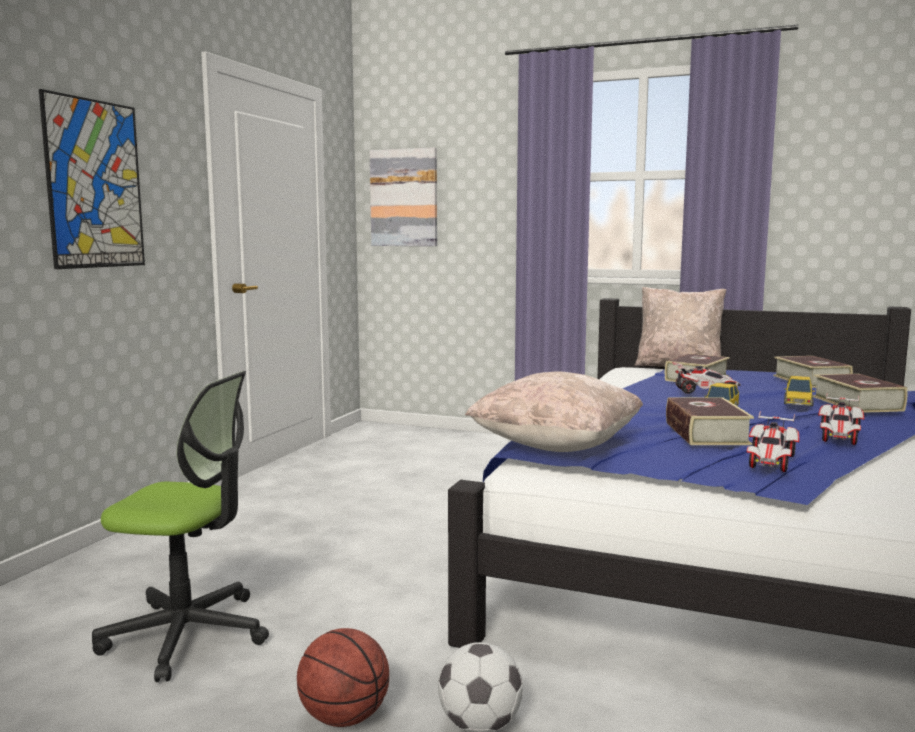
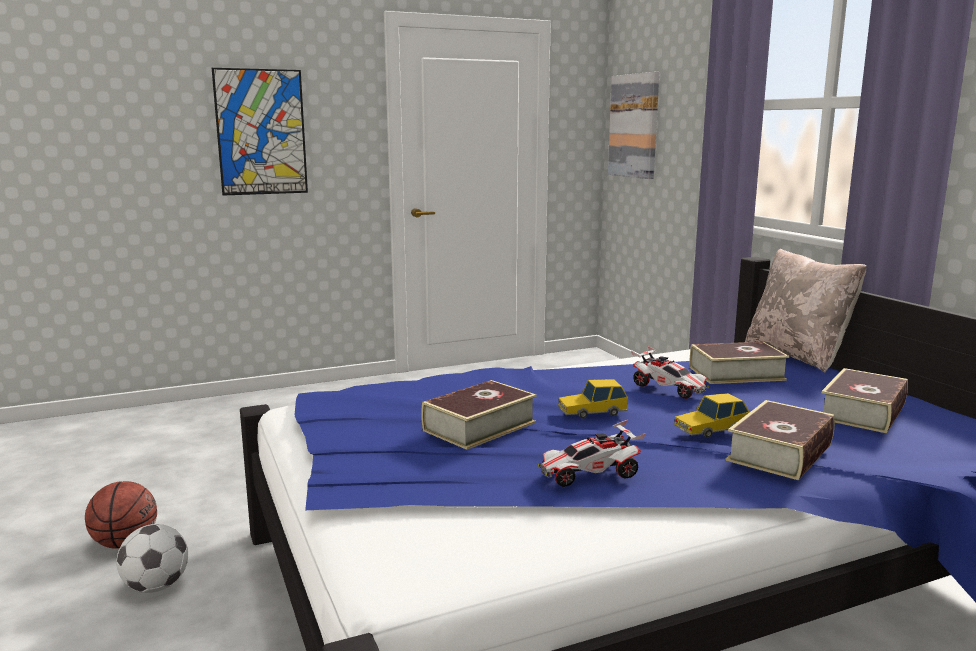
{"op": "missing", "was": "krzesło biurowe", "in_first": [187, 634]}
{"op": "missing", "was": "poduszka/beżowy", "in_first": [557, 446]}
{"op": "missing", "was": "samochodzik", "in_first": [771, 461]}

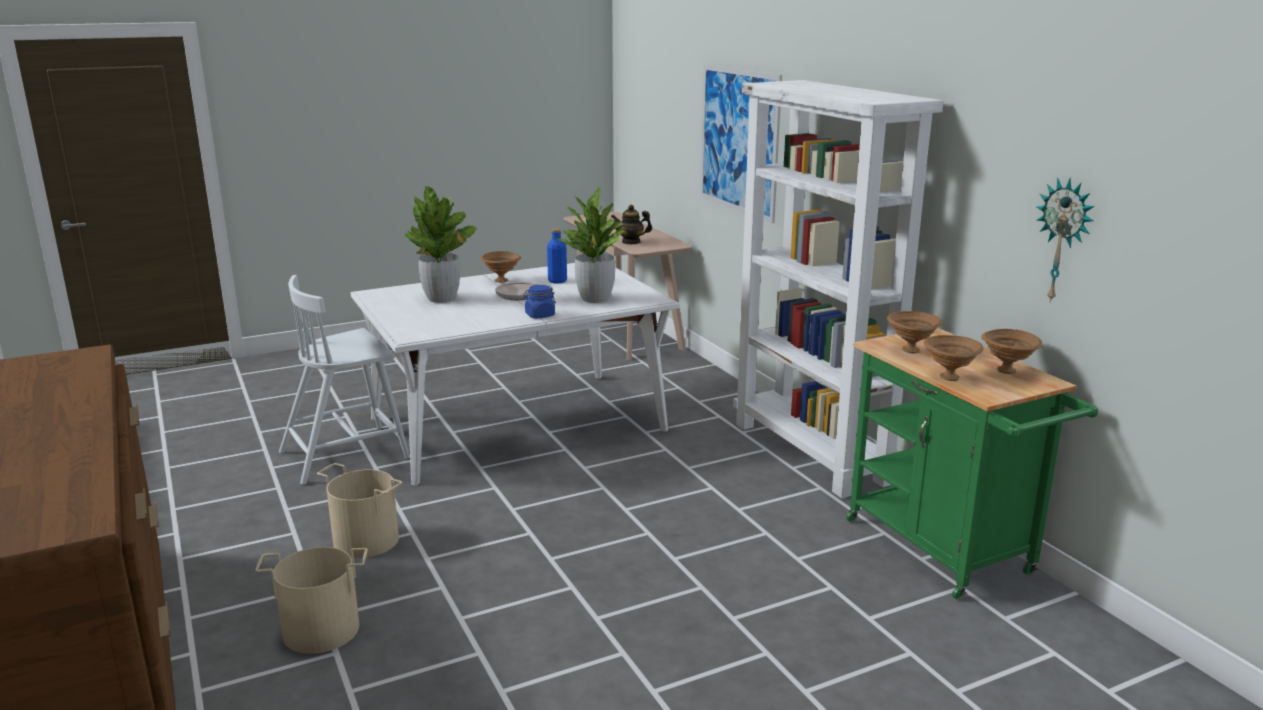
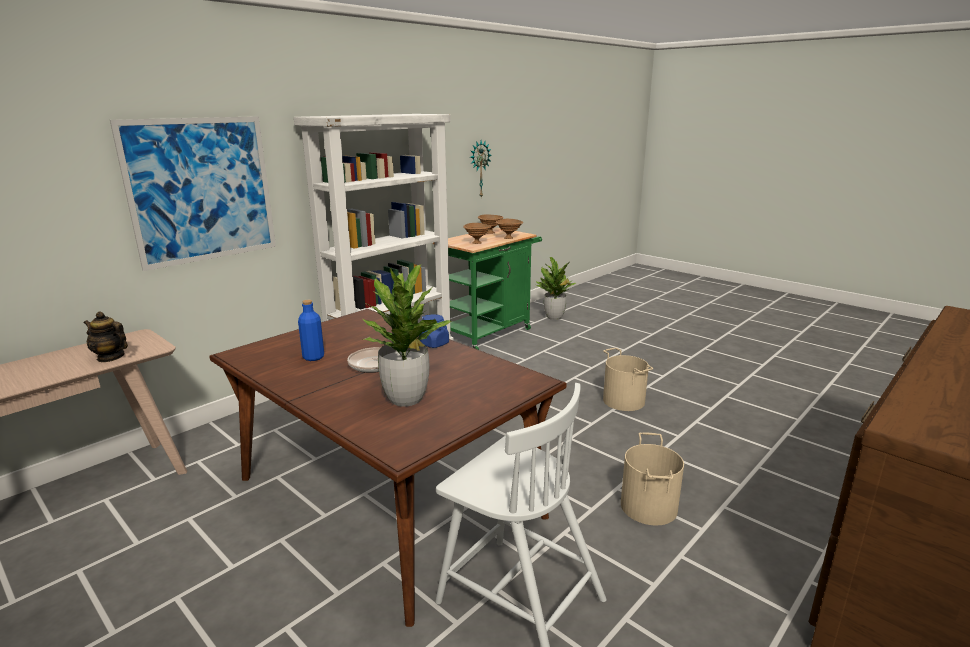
{"op": "missing", "was": "miska/brązowy", "in_first": [502, 280]}
{"op": "relocated", "was": "wiadro/beżowy", "in_first": [321, 631], "in_second": [624, 400]}
{"op": "relocated", "was": "roślina doniczkowa", "in_first": [595, 299], "in_second": [554, 317]}
{"op": "colour", "was": "stół jadalny/biały", "now": "stół jadalny/brązowy", "in_first": [516, 425], "in_second": [389, 497]}
{"op": "spun", "was": "imbryk", "in_first": [631, 242], "in_second": [110, 357], "clockwise": 135}

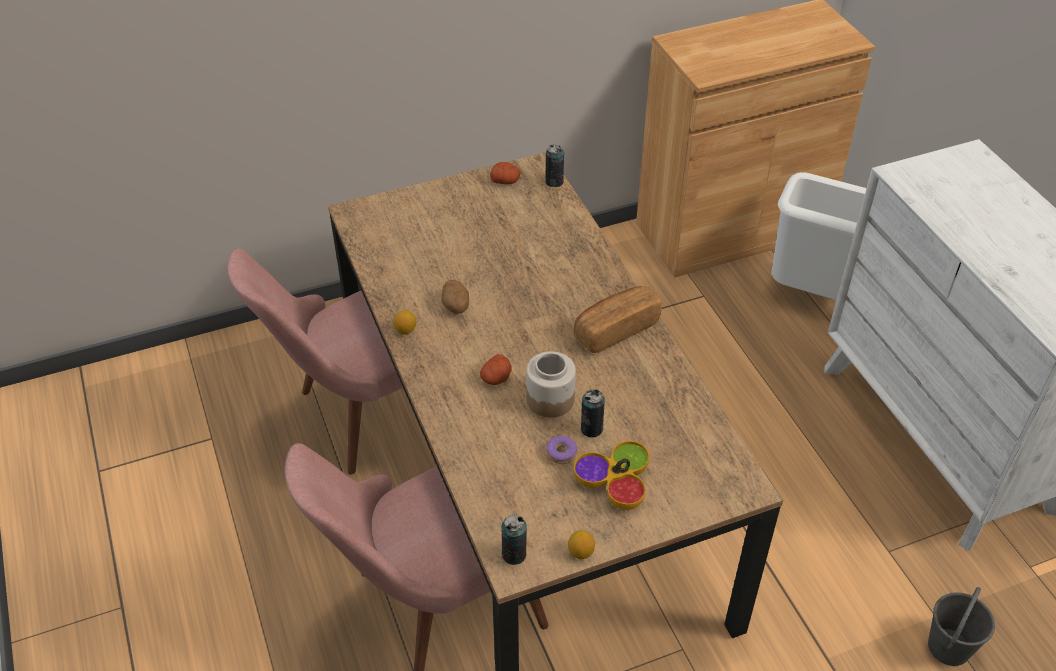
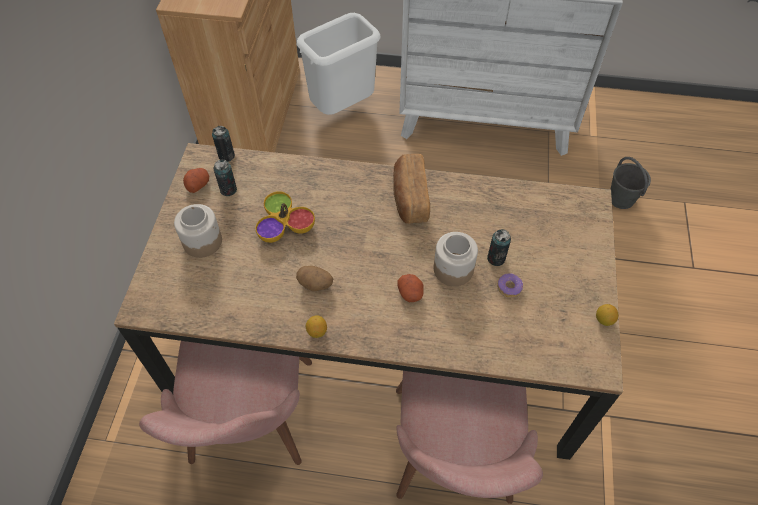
{"op": "appeared", "now": "słoik", "in_second": [202, 241]}
{"op": "relocated", "was": "puszka", "in_first": [514, 554], "in_second": [228, 190]}
{"op": "relocated", "was": "miska", "in_first": [615, 482], "in_second": [284, 224]}

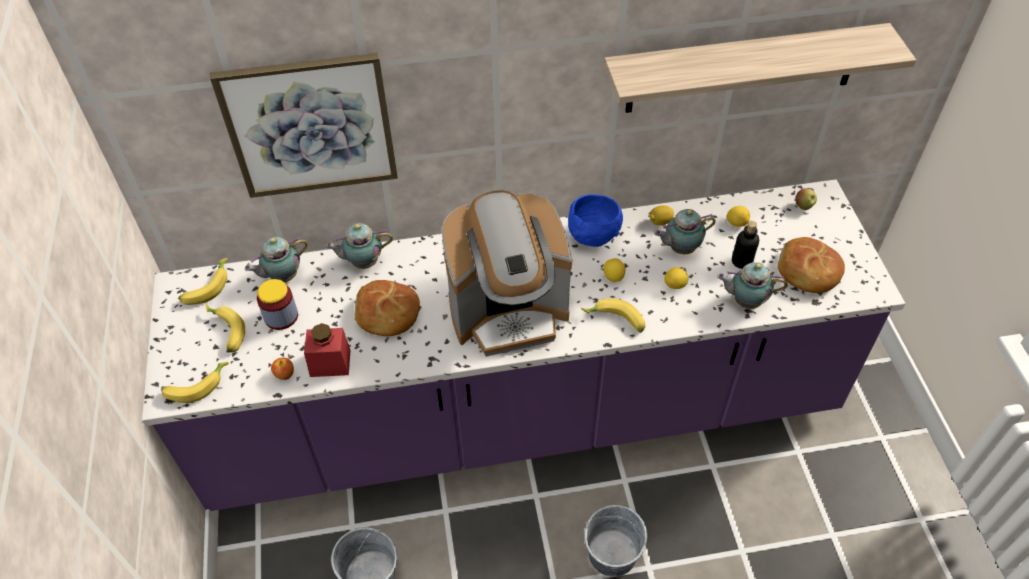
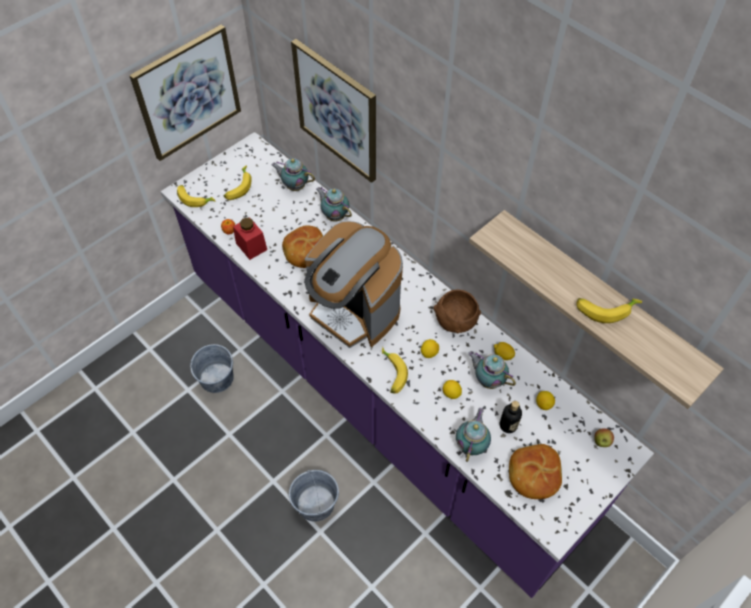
{"op": "missing", "was": "słoik", "in_first": [281, 316]}
{"op": "appeared", "now": "obraz", "in_second": [187, 93]}
{"op": "relocated", "was": "banan", "in_first": [206, 287], "in_second": [605, 309]}
{"op": "colour", "was": "miska/niebieski", "now": "miska/brązowy", "in_first": [593, 236], "in_second": [455, 322]}
{"op": "spun", "was": "imbryk", "in_first": [745, 301], "in_second": [471, 445], "clockwise": 45}

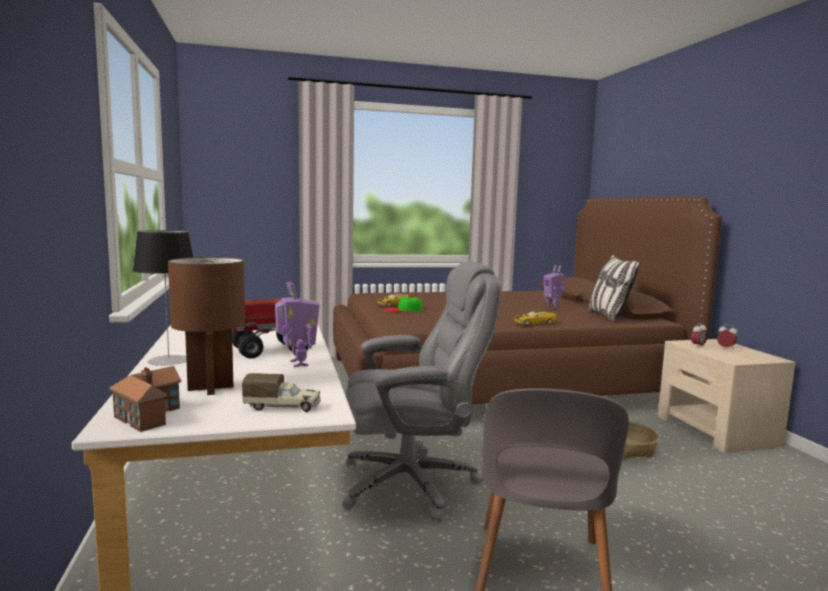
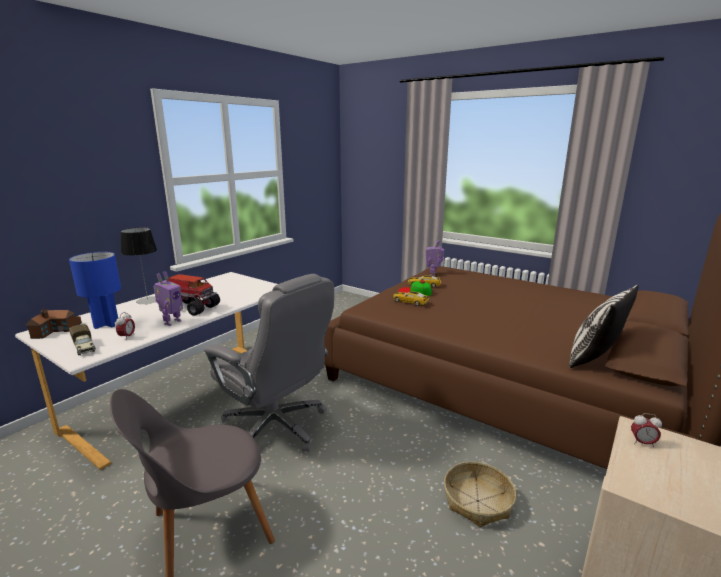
{"op": "relocated", "was": "samochodzik", "in_first": [534, 323], "in_second": [410, 302]}
{"op": "relocated", "was": "robot zabawkowy", "in_first": [552, 307], "in_second": [433, 274]}
{"op": "relocated", "was": "budzik", "in_first": [726, 348], "in_second": [127, 337]}
{"op": "colour", "was": "lampa stołowa/brązowy", "now": "lampa stołowa/niebieski", "in_first": [211, 387], "in_second": [107, 324]}

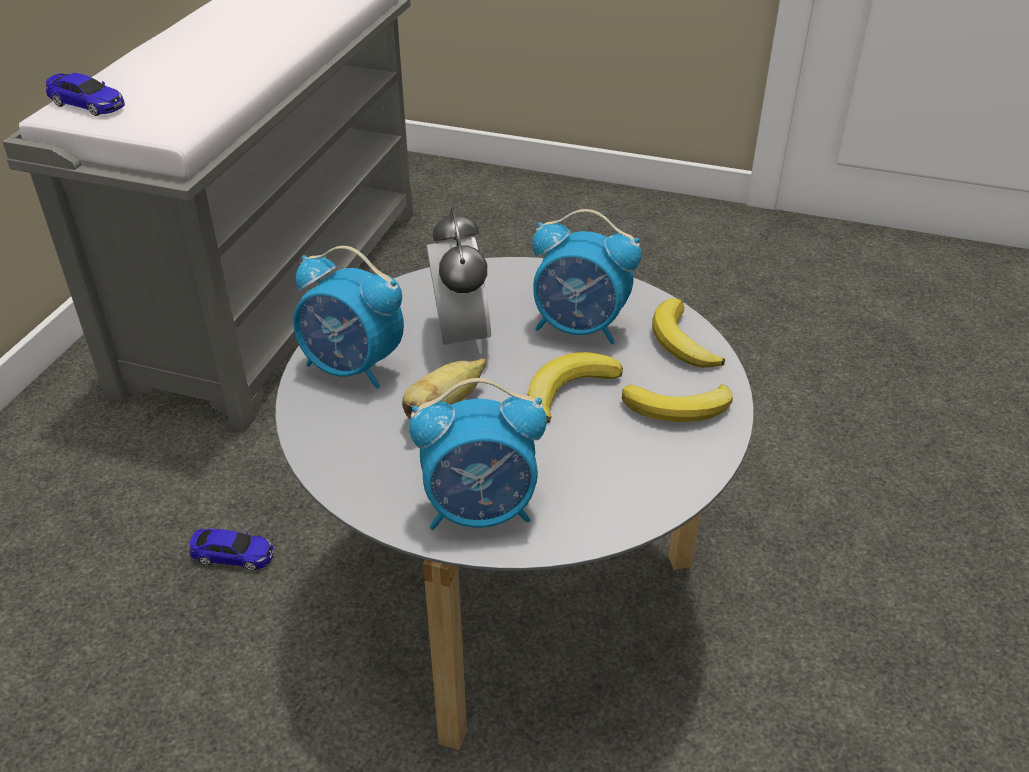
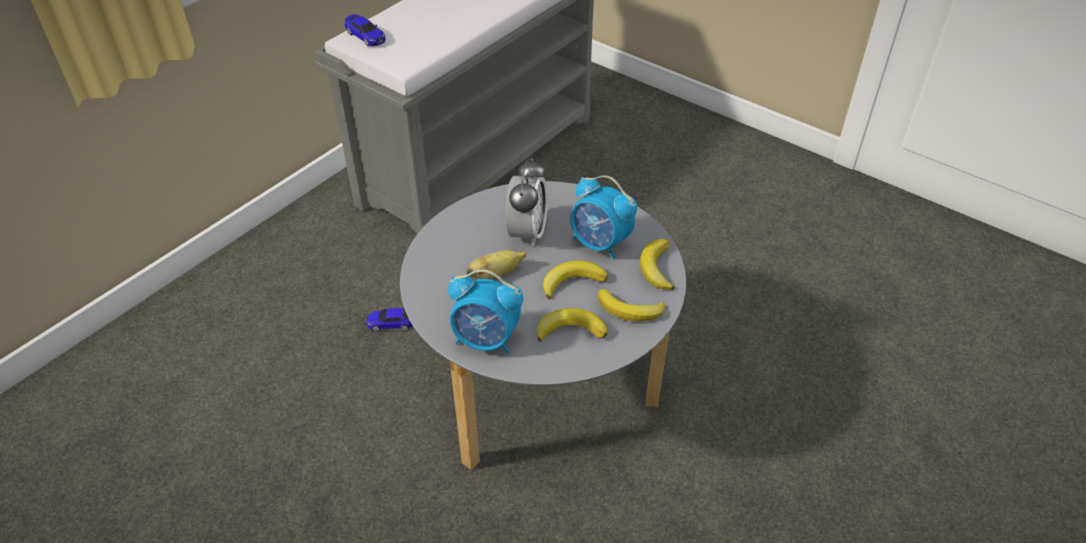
{"op": "missing", "was": "budzik", "in_first": [353, 368]}
{"op": "appeared", "now": "banan", "in_second": [570, 329]}
{"op": "spun", "was": "samochodzik", "in_first": [233, 555], "in_second": [392, 323], "clockwise": 150}

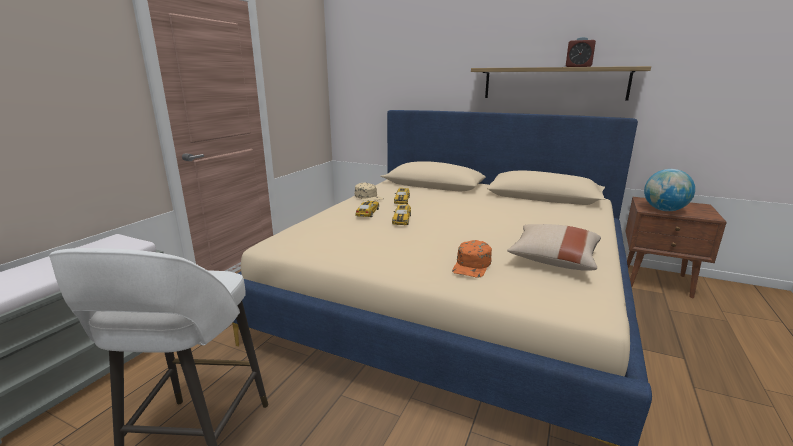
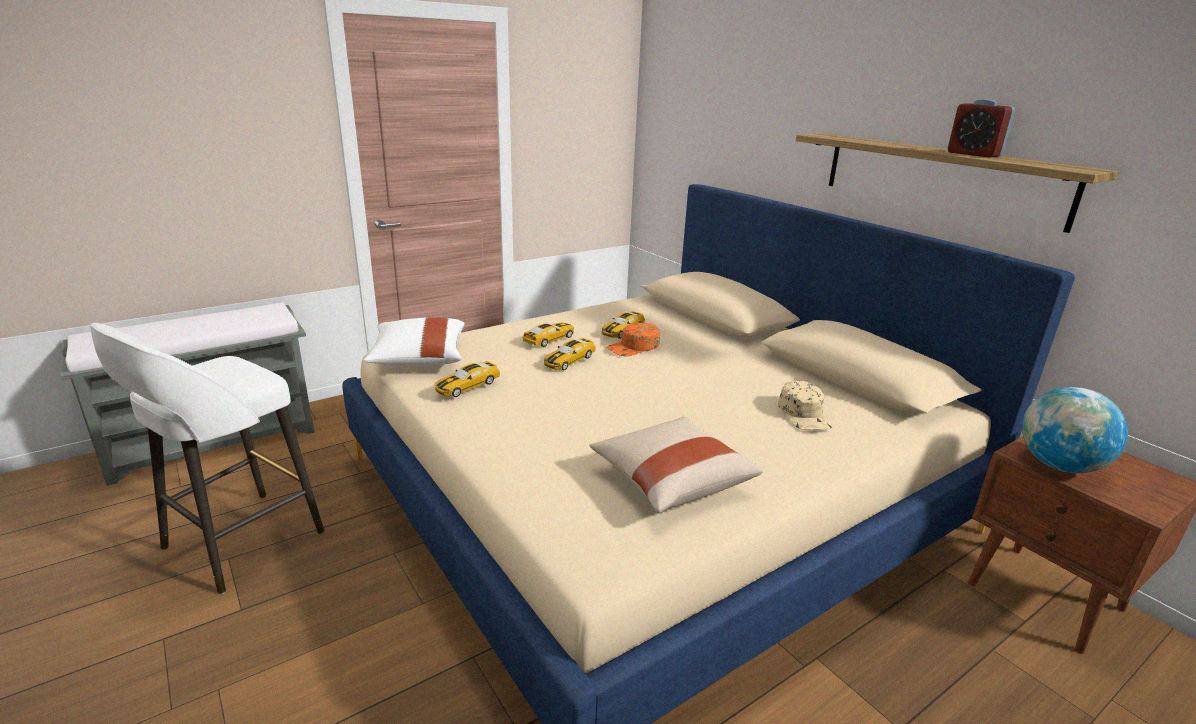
{"op": "appeared", "now": "poduszka/biały", "in_second": [419, 358]}
{"op": "appeared", "now": "samochodzik", "in_second": [467, 386]}
{"op": "relocated", "was": "czapka z daszkiem/beżowy", "in_first": [369, 197], "in_second": [804, 414]}
{"op": "relocated", "was": "czapka z daszkiem/pomarańczowy", "in_first": [472, 265], "in_second": [634, 347]}

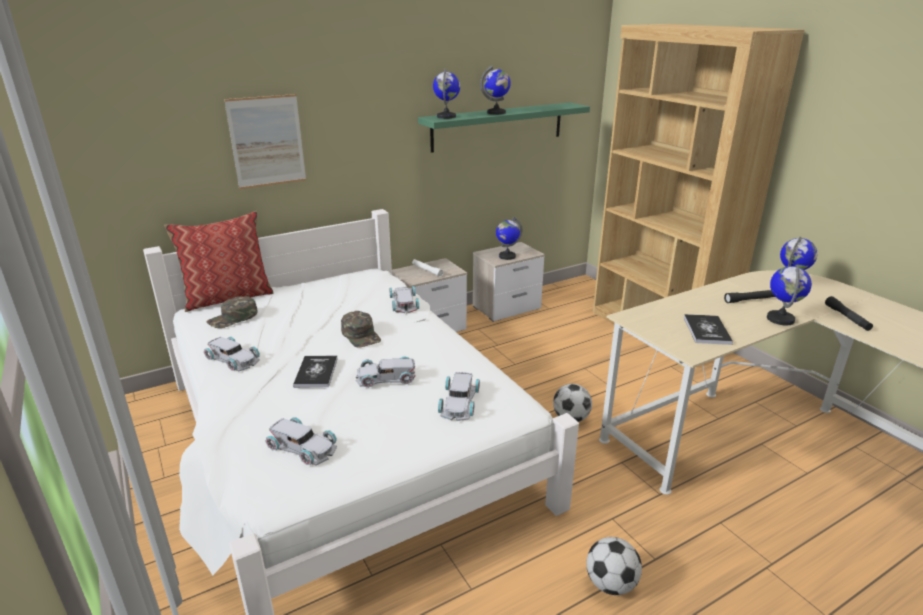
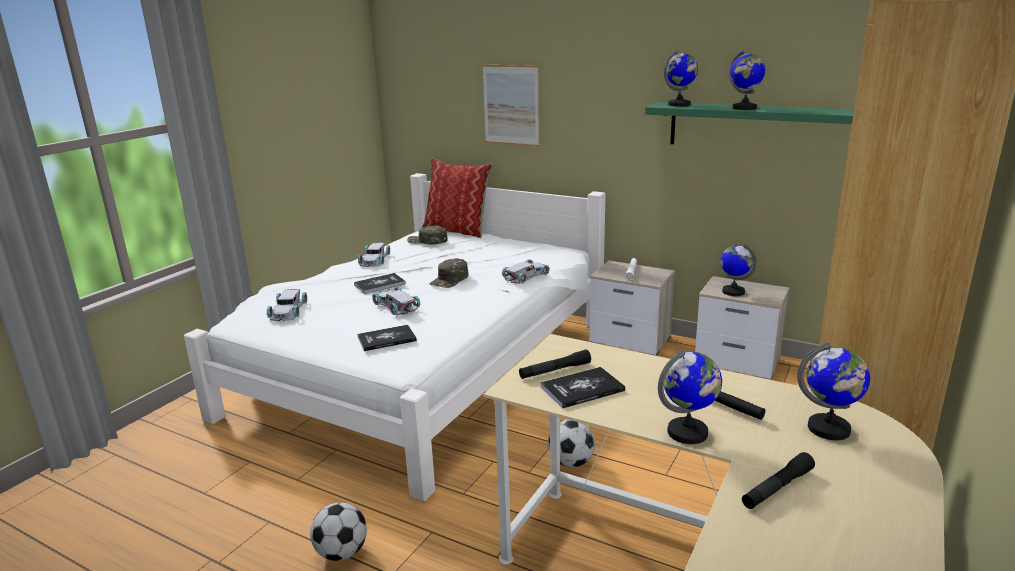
{"op": "appeared", "now": "latarka/czarny", "in_second": [555, 371]}
{"op": "exchanged", "was": "samochodzik/biały", "now": "książka", "in_first": [458, 401], "in_second": [387, 339]}

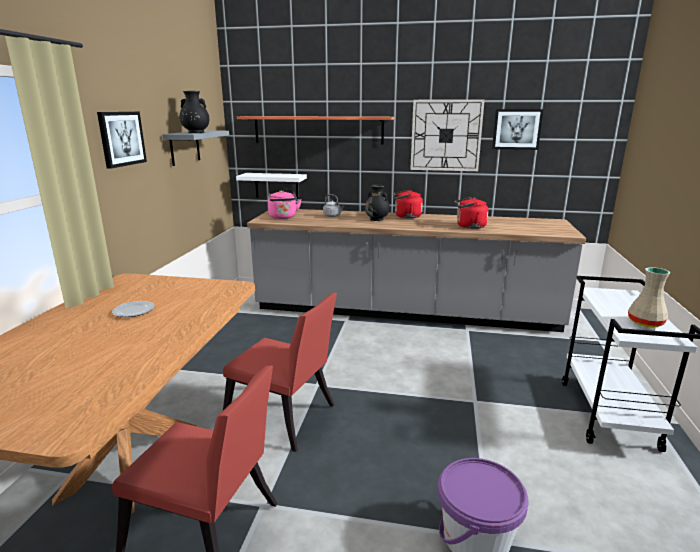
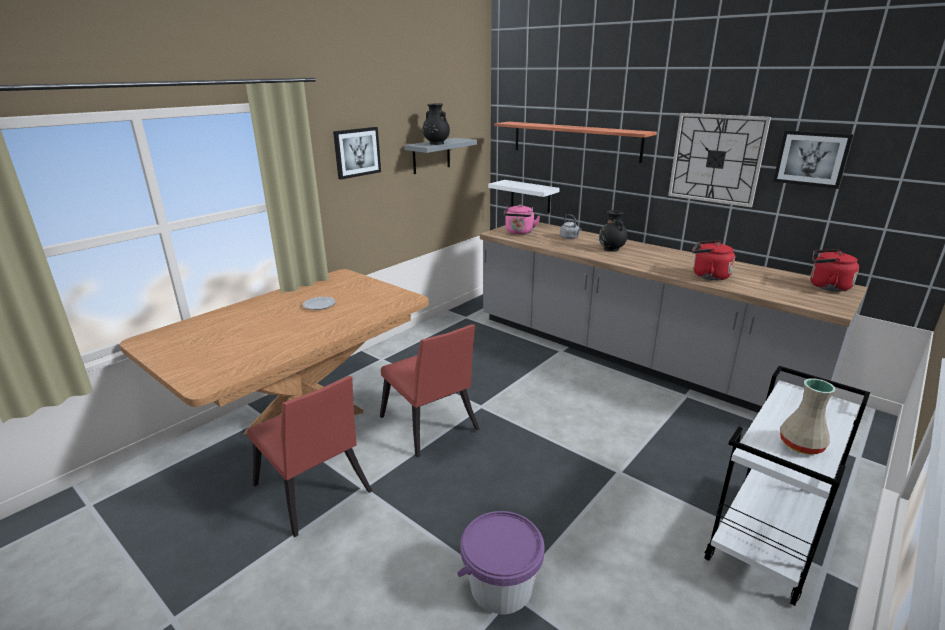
{"op": "relocated", "was": "czajnik/czerwony", "in_first": [406, 216], "in_second": [826, 286]}

